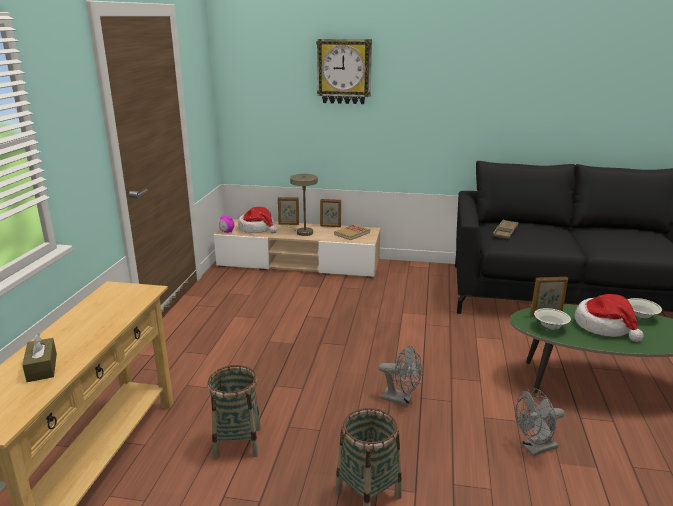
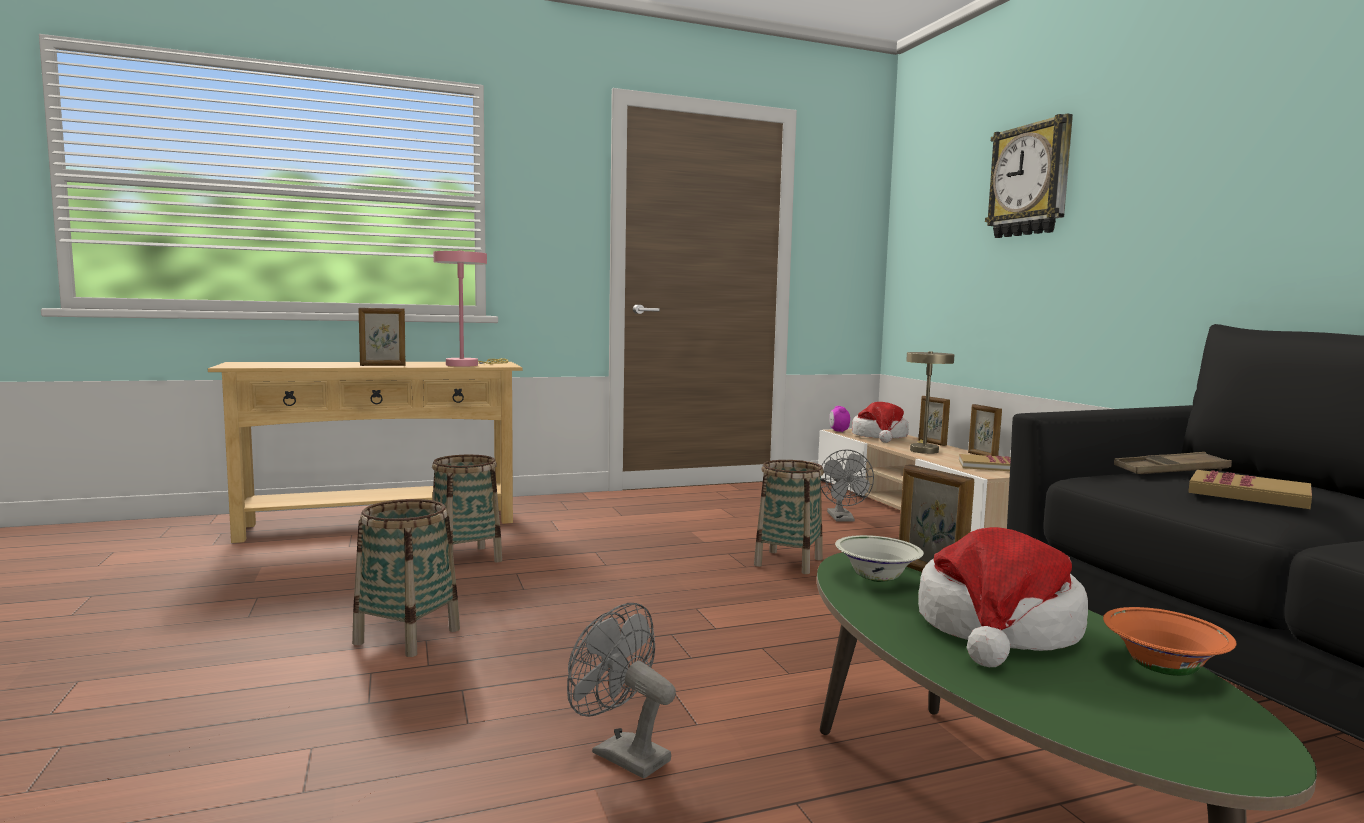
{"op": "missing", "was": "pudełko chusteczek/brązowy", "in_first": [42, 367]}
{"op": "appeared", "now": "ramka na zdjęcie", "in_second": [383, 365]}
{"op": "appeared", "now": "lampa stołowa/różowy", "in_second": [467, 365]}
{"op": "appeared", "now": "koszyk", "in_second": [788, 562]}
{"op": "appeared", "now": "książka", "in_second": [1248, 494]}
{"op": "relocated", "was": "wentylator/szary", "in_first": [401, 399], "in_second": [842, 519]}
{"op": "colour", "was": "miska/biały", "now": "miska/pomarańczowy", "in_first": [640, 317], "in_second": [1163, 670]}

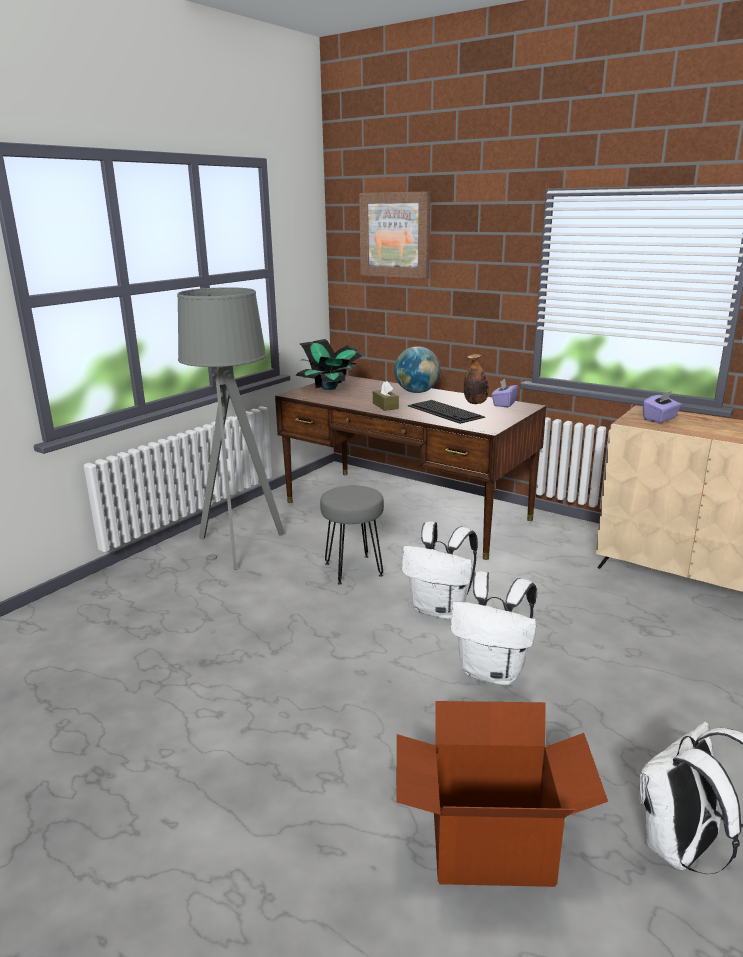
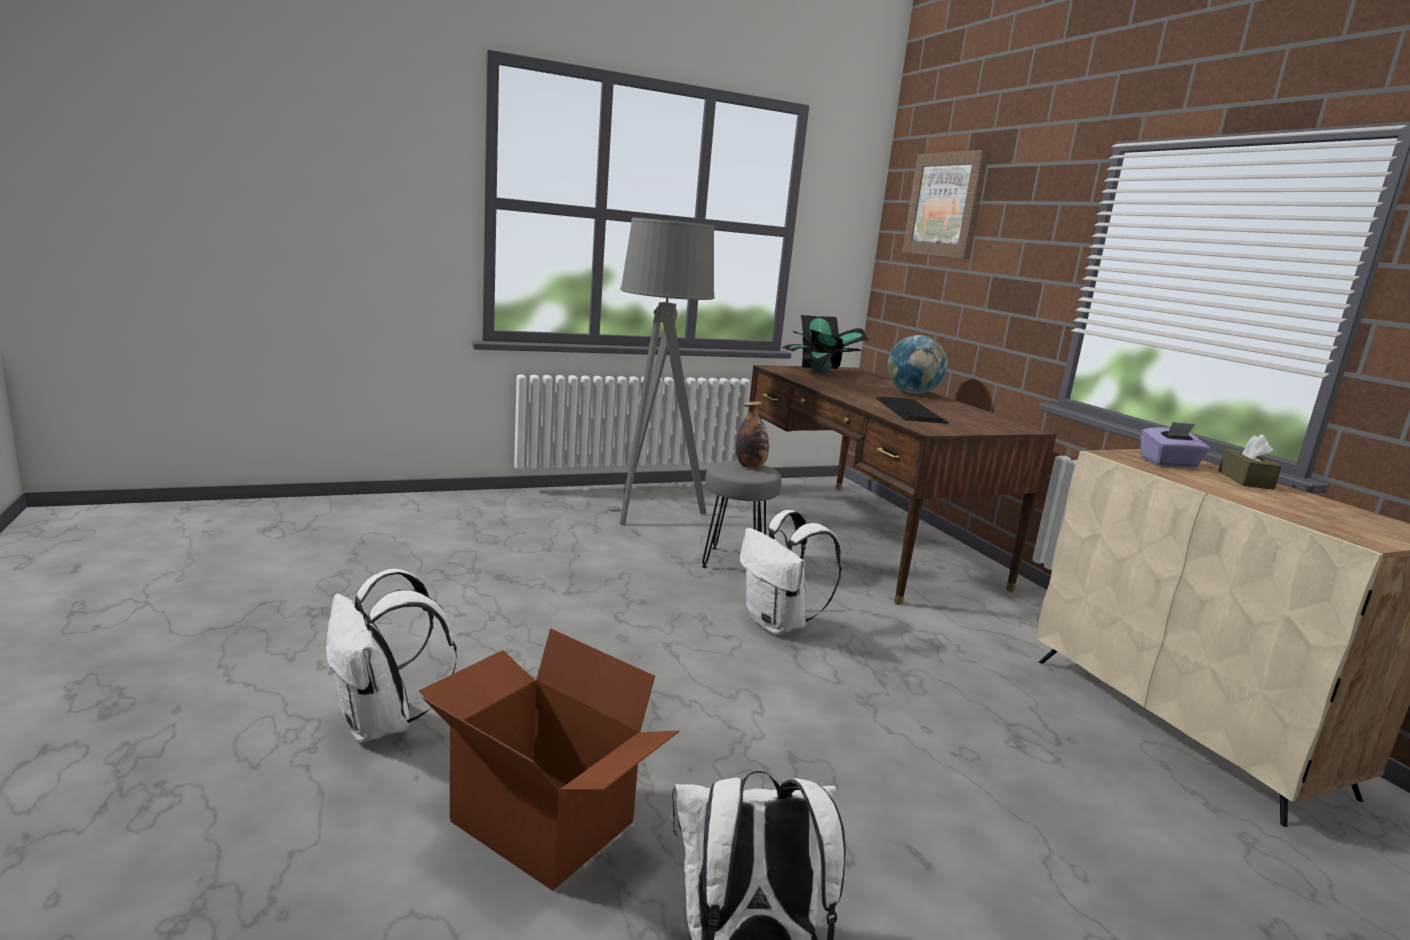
{"op": "missing", "was": "pudełko chusteczek/fioletowy", "in_first": [504, 404]}
{"op": "relocated", "was": "pudełko chusteczek/brązowy", "in_first": [385, 406], "in_second": [1245, 480]}
{"op": "relocated", "was": "plecak/biały", "in_first": [493, 672], "in_second": [382, 724]}
{"op": "relocated", "was": "butelka", "in_first": [475, 403], "in_second": [750, 466]}

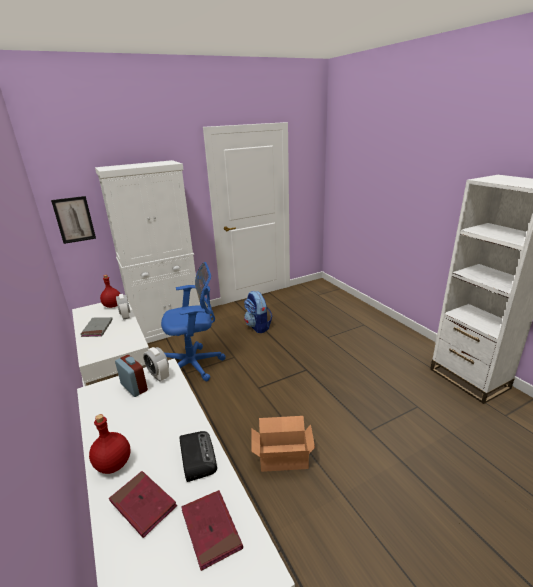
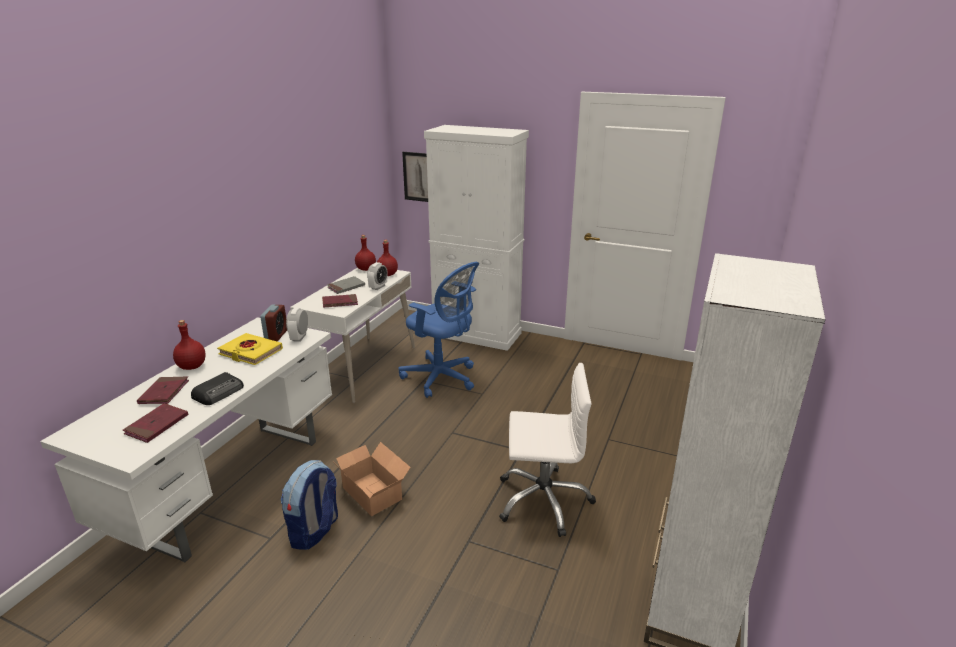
{"op": "appeared", "now": "książka/żółty", "in_second": [250, 352]}
{"op": "appeared", "now": "książka/czerwony", "in_second": [340, 302]}
{"op": "appeared", "now": "butelka/czerwony", "in_second": [366, 269]}
{"op": "appeared", "now": "krzesło biurowe/biały", "in_second": [543, 500]}
{"op": "relocated", "was": "plecak", "in_first": [258, 326], "in_second": [314, 531]}

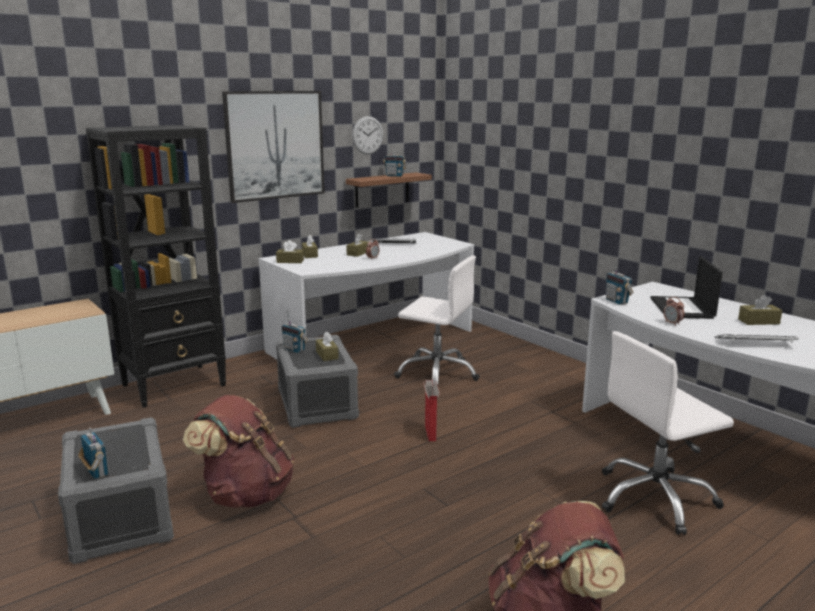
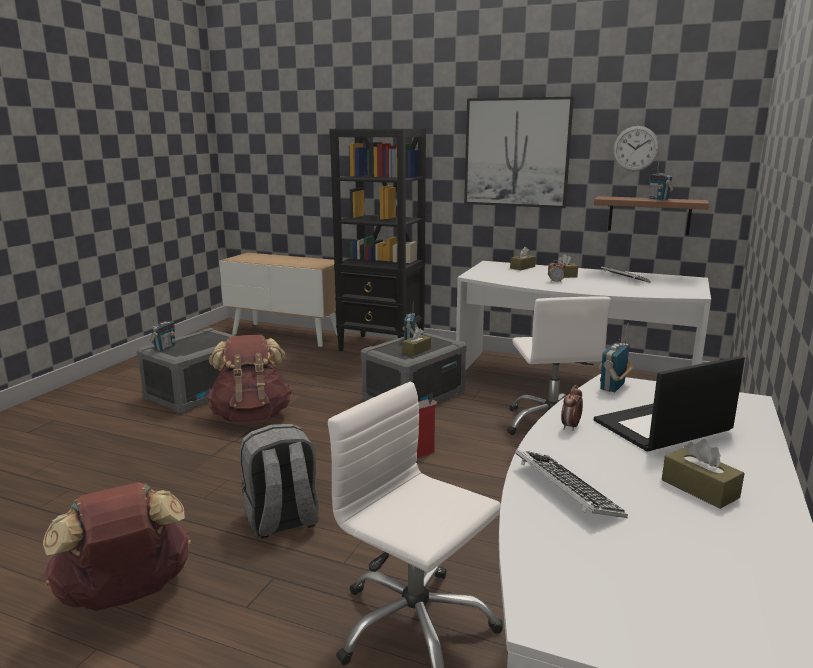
{"op": "missing", "was": "pudełko chusteczek/brązowy", "in_first": [290, 261]}
{"op": "appeared", "now": "plecak/szary", "in_second": [282, 521]}

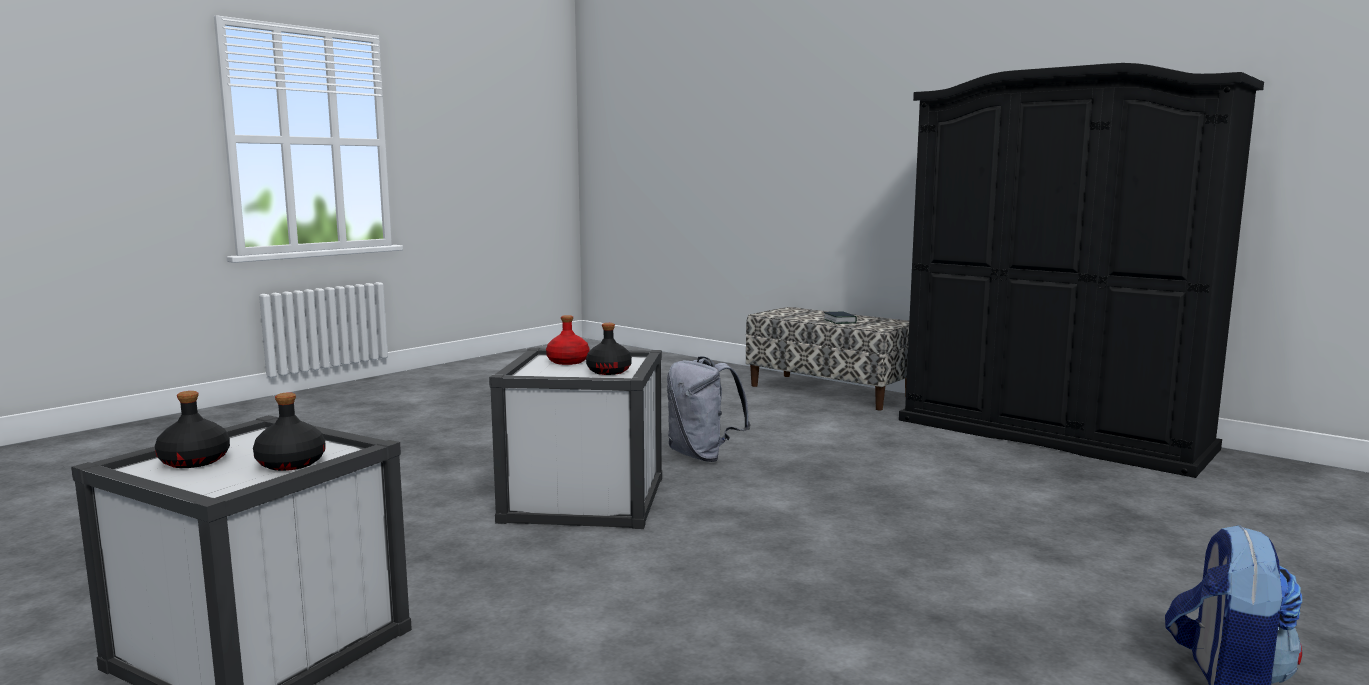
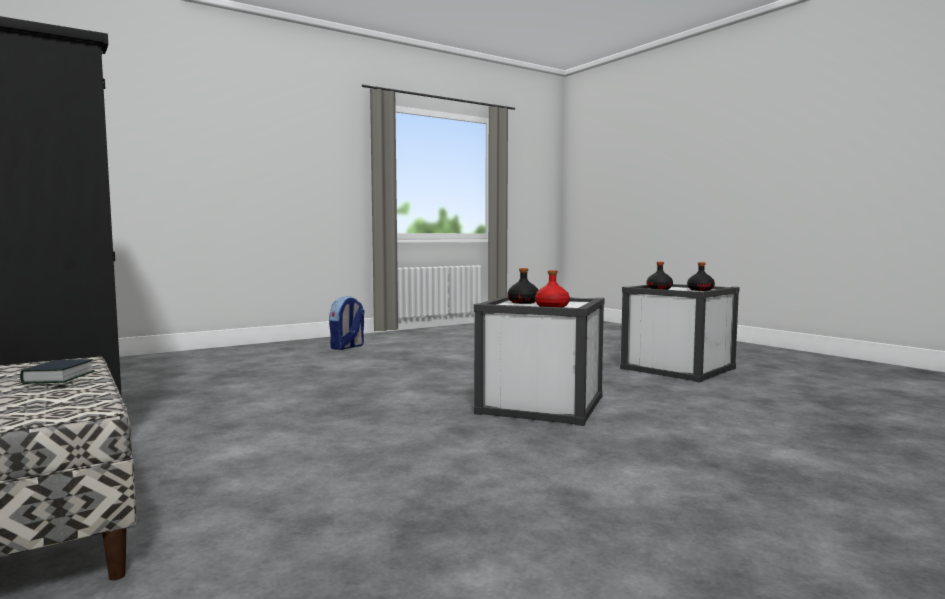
{"op": "missing", "was": "plecak/szary", "in_first": [703, 456]}

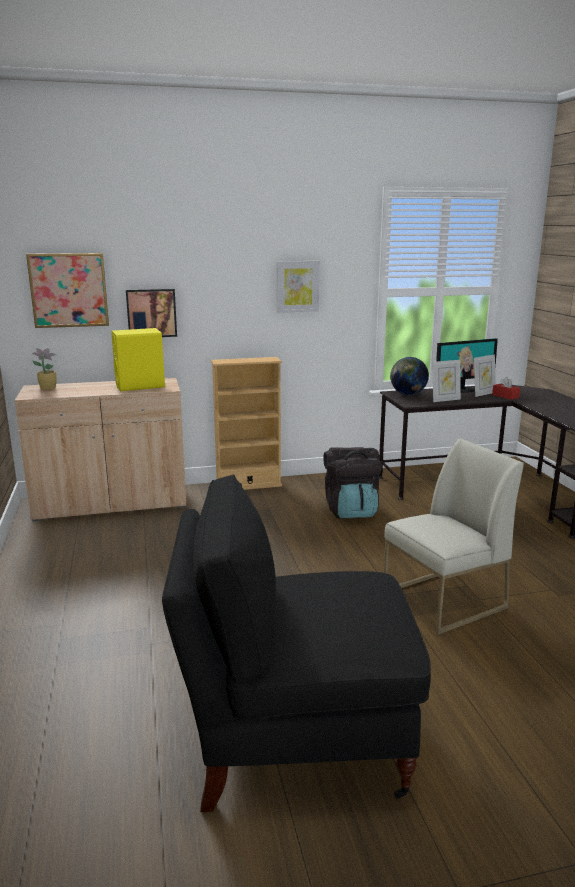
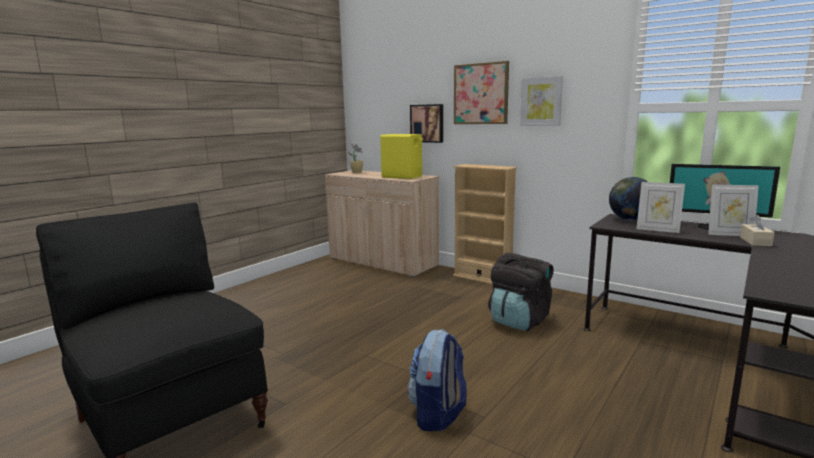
{"op": "relocated", "was": "obraz", "in_first": [69, 290], "in_second": [481, 94]}
{"op": "exchanged", "was": "krzesło/biały", "now": "plecak", "in_first": [444, 600], "in_second": [438, 414]}
{"op": "colour", "was": "pudełko chusteczek/czerwony", "now": "pudełko chusteczek/beżowy", "in_first": [505, 396], "in_second": [755, 241]}

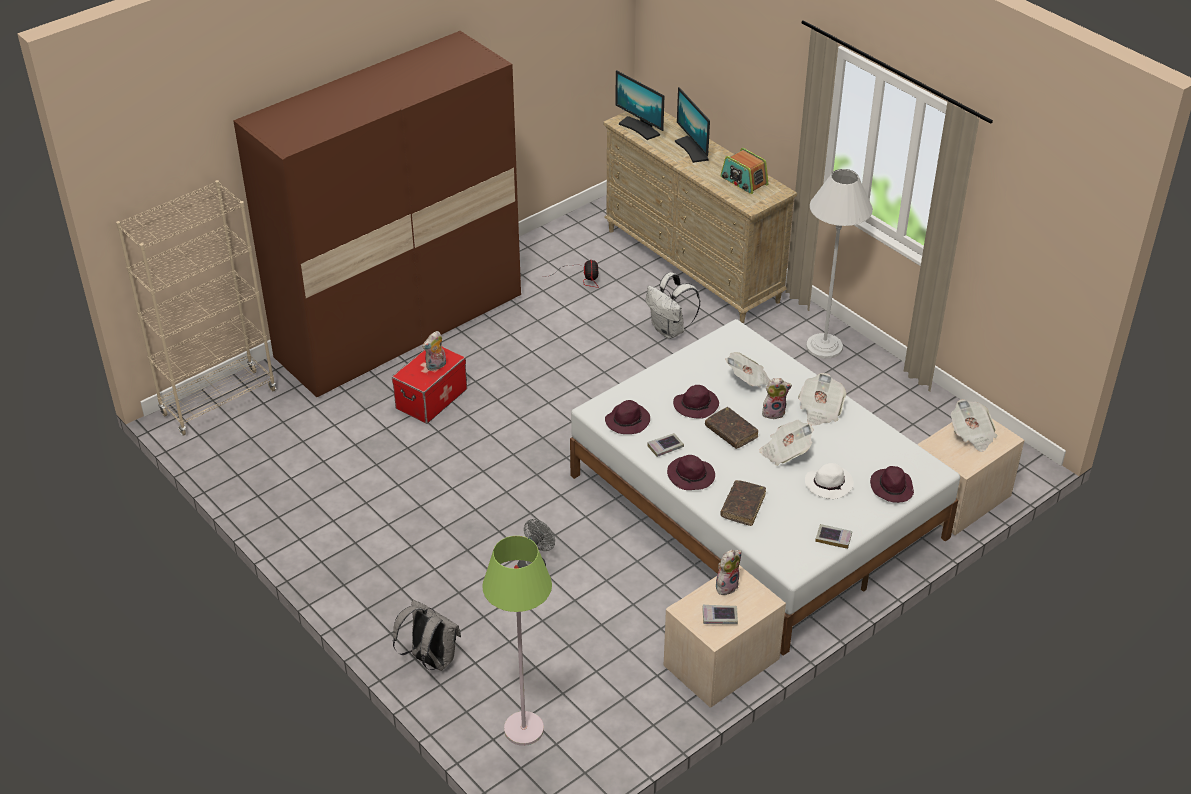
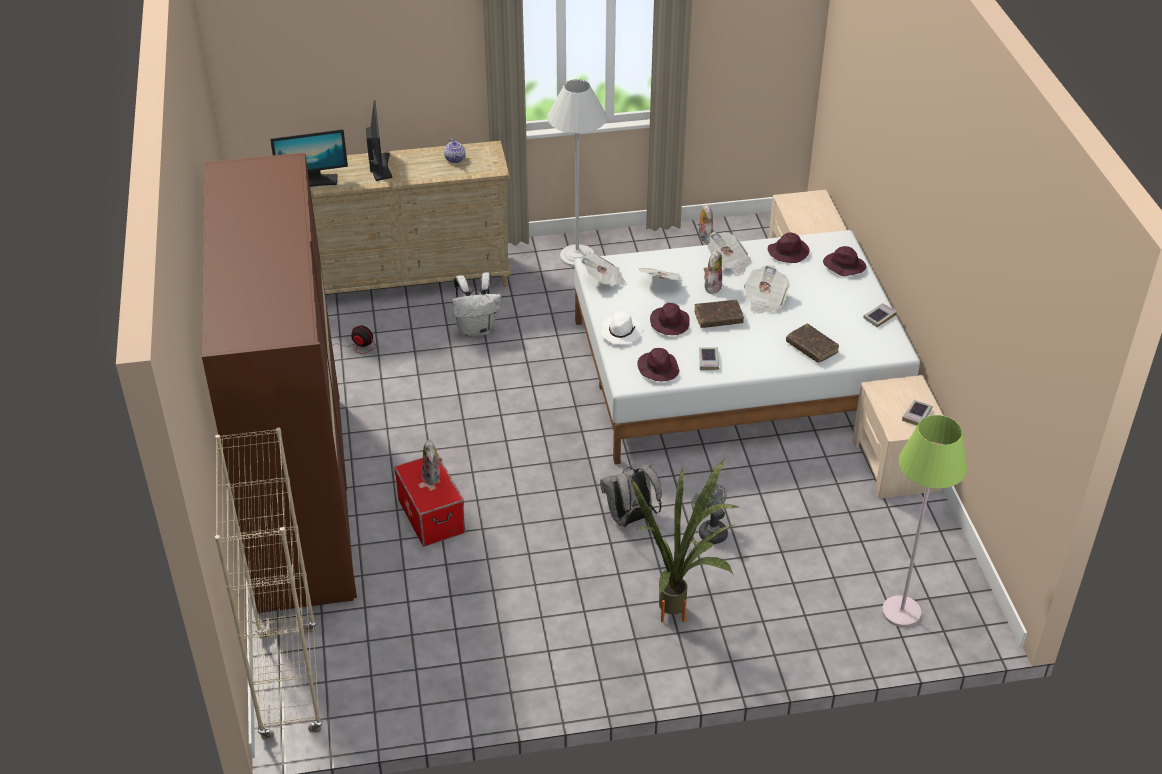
{"op": "appeared", "now": "roślina doniczkowa", "in_second": [681, 615]}
{"op": "relocated", "was": "plecak/szary", "in_first": [430, 660], "in_second": [630, 519]}
{"op": "relocated", "was": "kapelusz/fioletowy", "in_first": [691, 476], "in_second": [788, 252]}
{"op": "relocated", "was": "pluszak", "in_first": [726, 585], "in_second": [704, 237]}
{"op": "relocated", "was": "kapelusz/biały", "in_first": [829, 484], "in_second": [620, 332]}
{"op": "relocated", "was": "gazeta", "in_first": [972, 435], "in_second": [604, 280]}
{"op": "exchanged", "was": "radio", "now": "imbryk", "in_first": [743, 181], "in_second": [455, 159]}
{"op": "spun", "was": "monitor", "in_first": [693, 149], "in_second": [380, 167], "clockwise": -105}

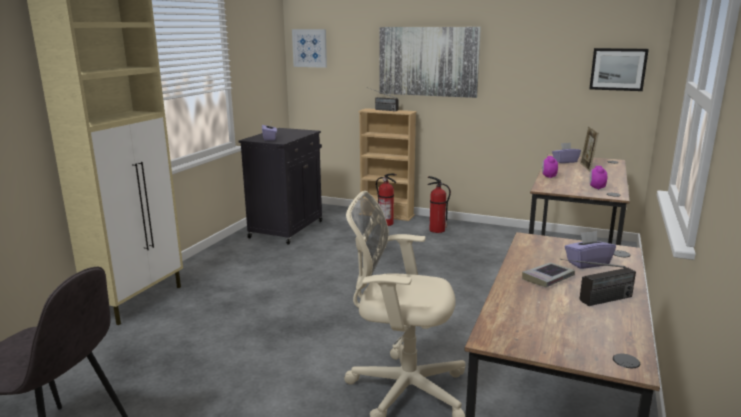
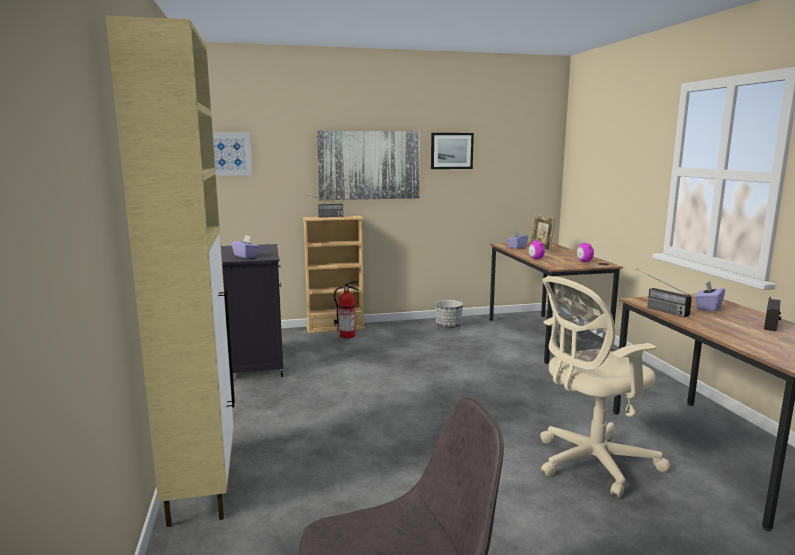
{"op": "missing", "was": "gaśnica", "in_first": [436, 230]}
{"op": "missing", "was": "książka", "in_first": [548, 278]}
{"op": "appeared", "now": "donica", "in_second": [448, 325]}
{"op": "appeared", "now": "radio", "in_second": [657, 309]}
{"op": "relocated", "was": "obraz", "in_first": [618, 69], "in_second": [451, 151]}

